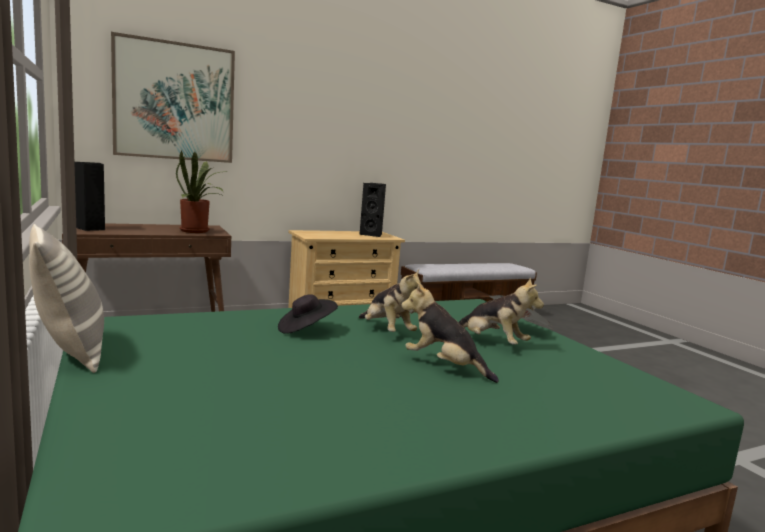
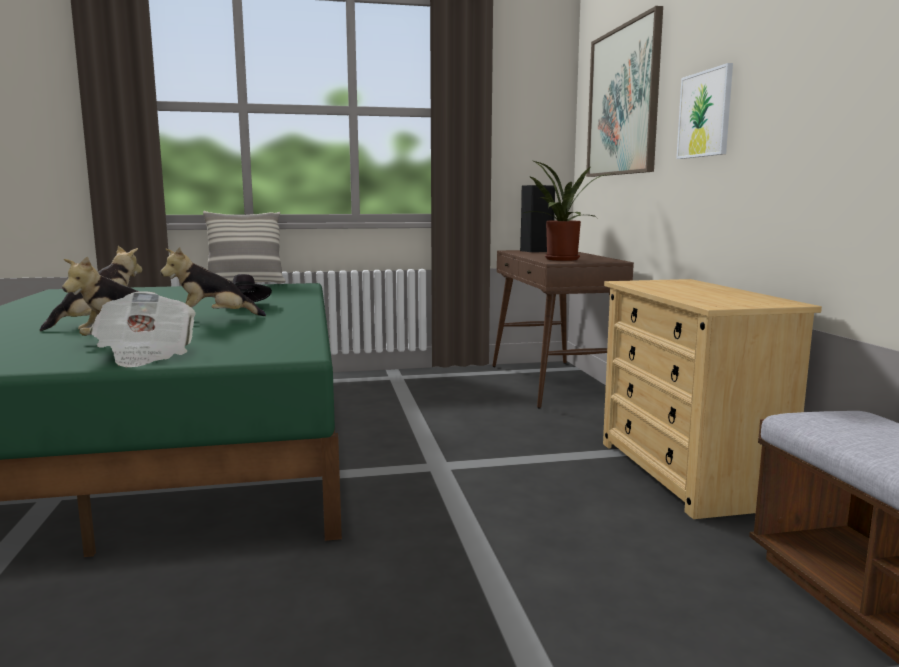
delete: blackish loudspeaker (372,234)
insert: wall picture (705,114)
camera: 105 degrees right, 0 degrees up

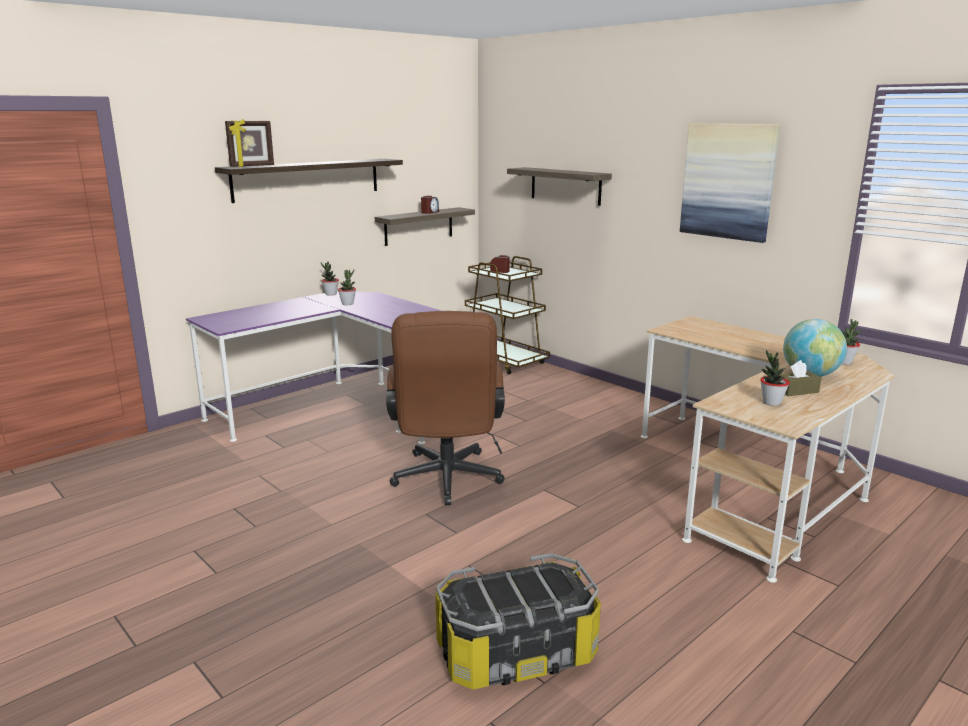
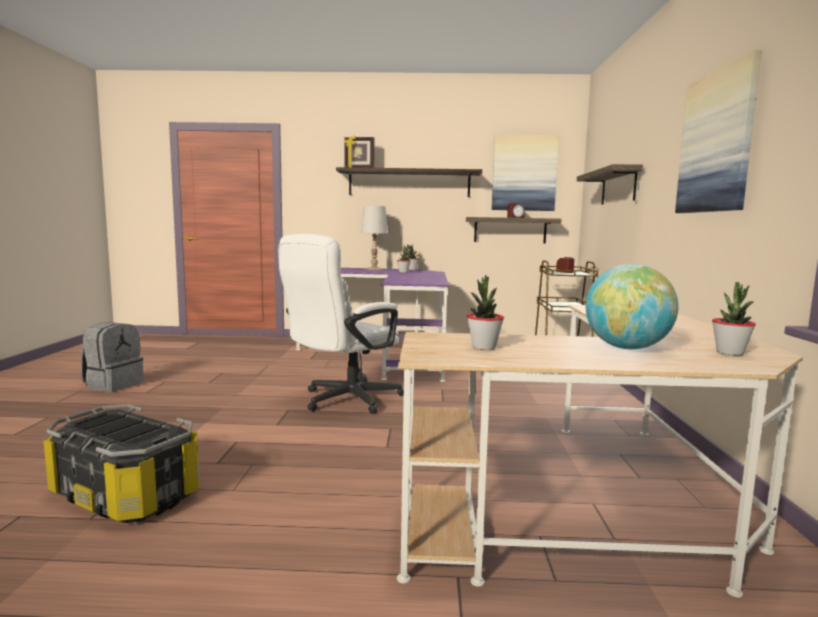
delete: brown tissue holder (797,391)
insert: grey knapsack (113,384); white-coloured tabletop lamp (374,269); wall picture (524,173)
recolor: brown desk chair (446,482) to white-coloured desk chair (343,400)
camera: 45 degrees right, 10 degrees down

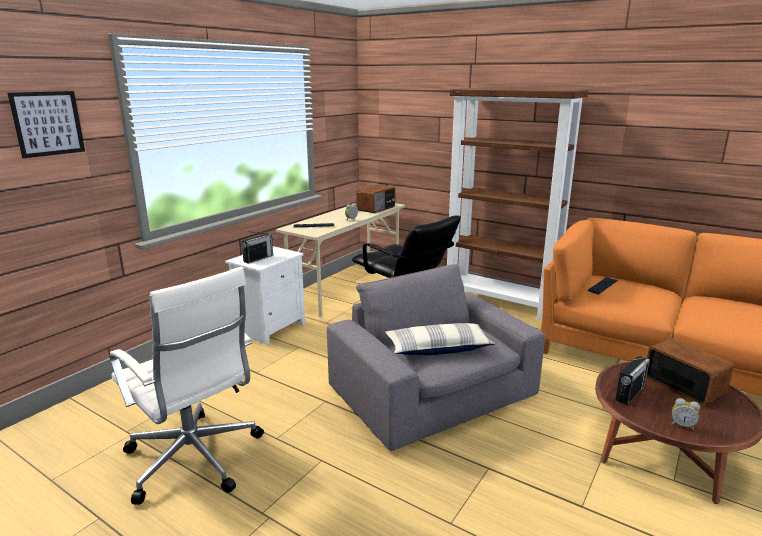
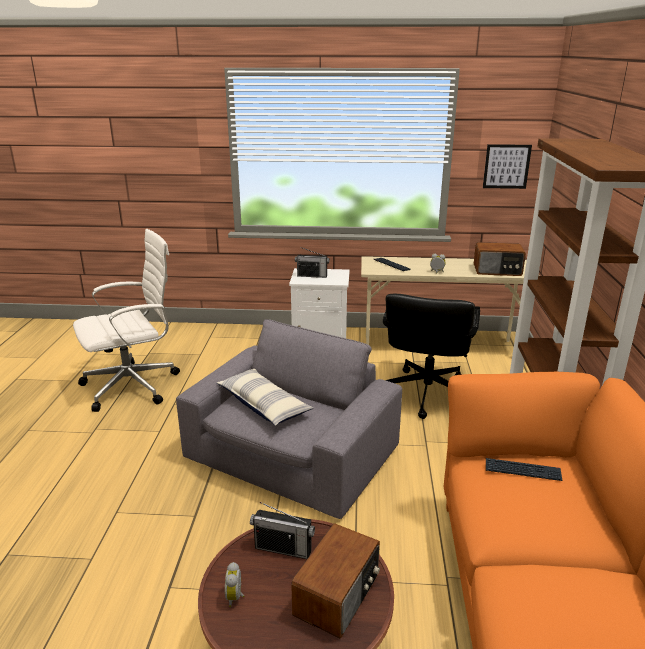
move: wall picture (48,123) to (506,166)
rotate: white-coloured desk chair (195,460) = (134,385) 135 degrees counterclockwise
camera: 60 degrees right, 5 degrees up

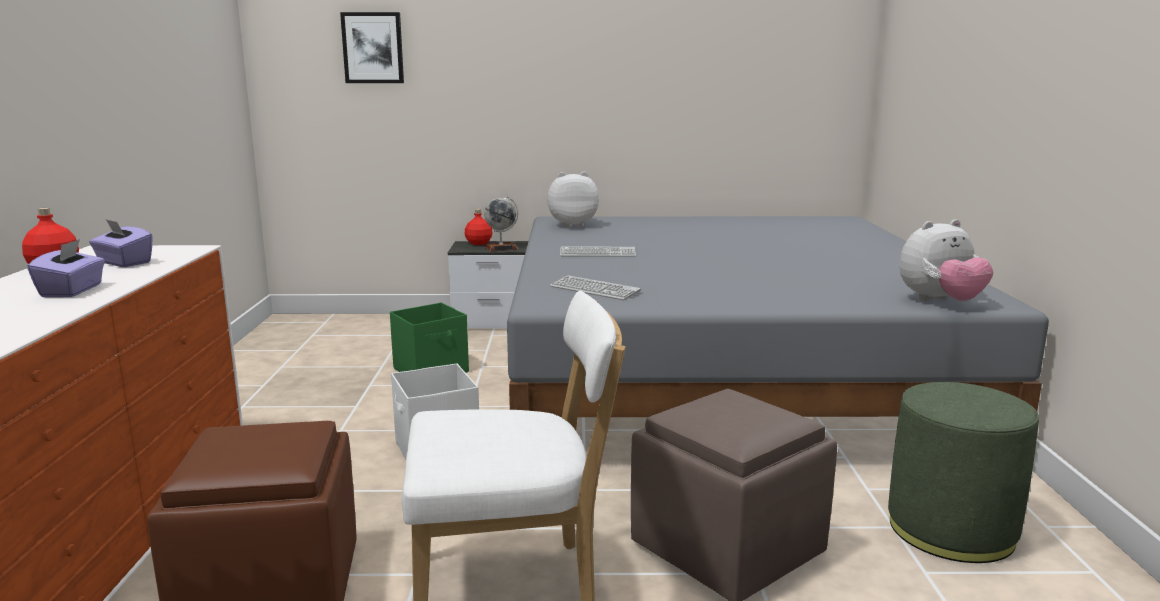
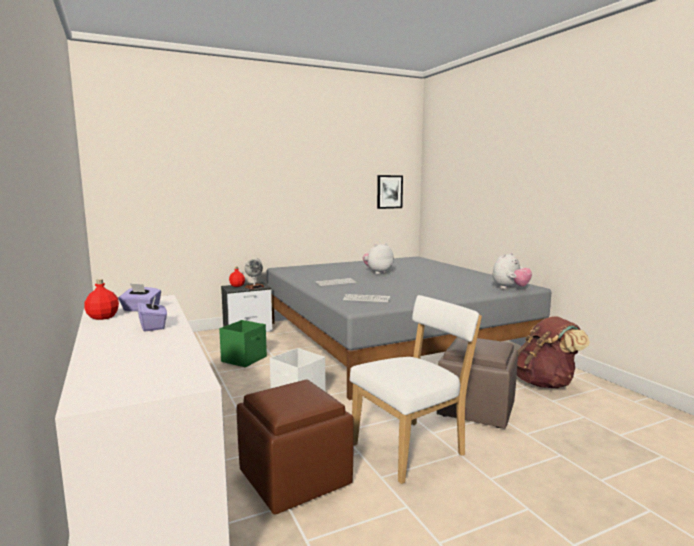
move: cuddly toy (572,225) to (377,272); wall picture (373,48) to (389,191)
replace: green-coloured pouffe (951,529) to brown knapsack (545,383)
camera: 25 degrees left, 5 degrees down

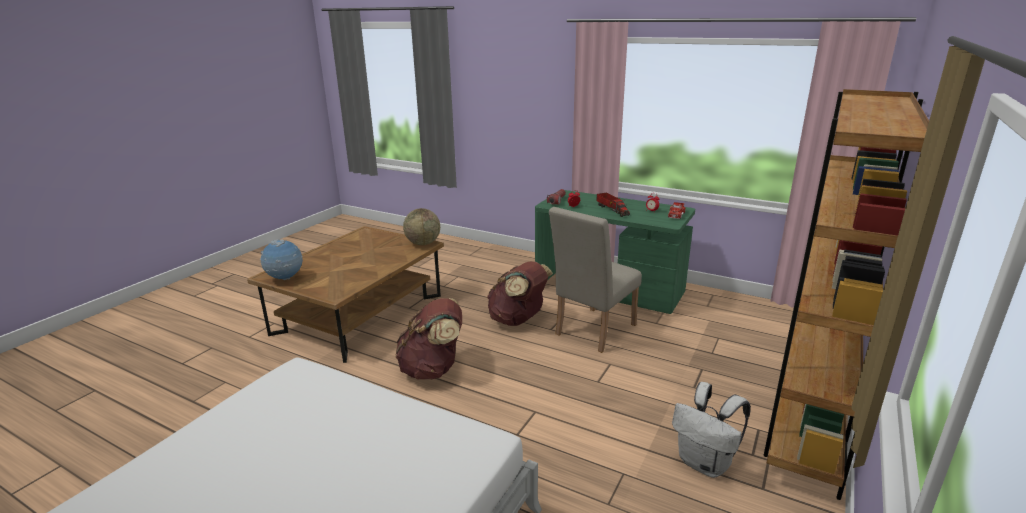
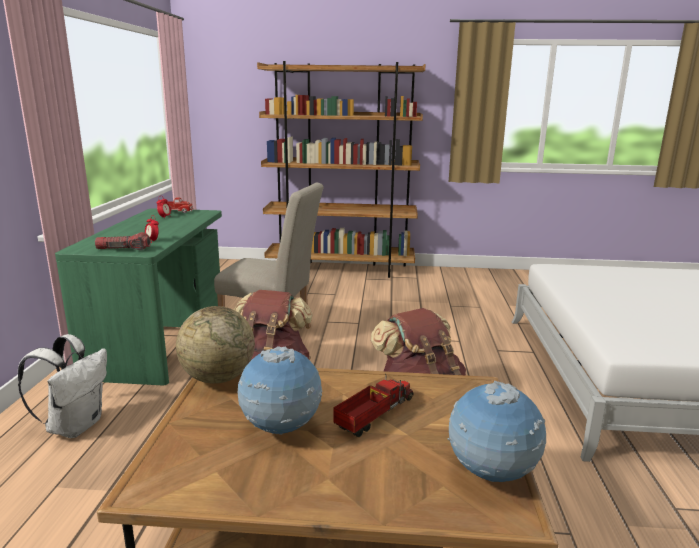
insert: world globe (281,430)
move: white-coloured knapsack (705,463) to (75,425); toy lorry (612,209) to (374,415)
camera: 115 degrees left, 5 degrees down

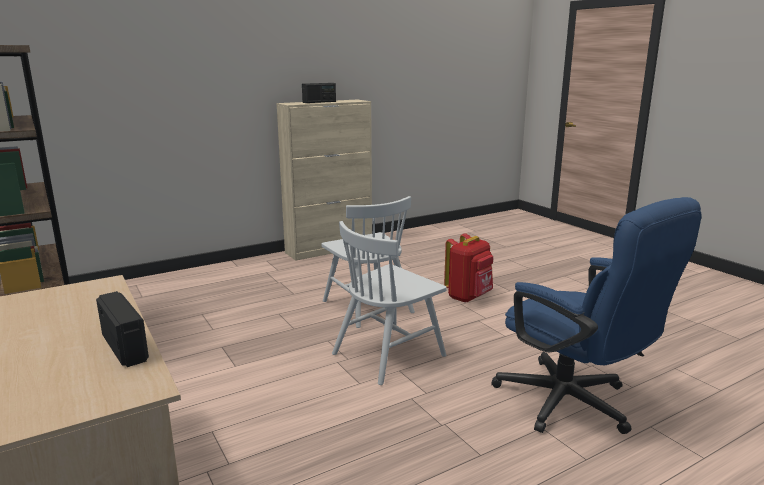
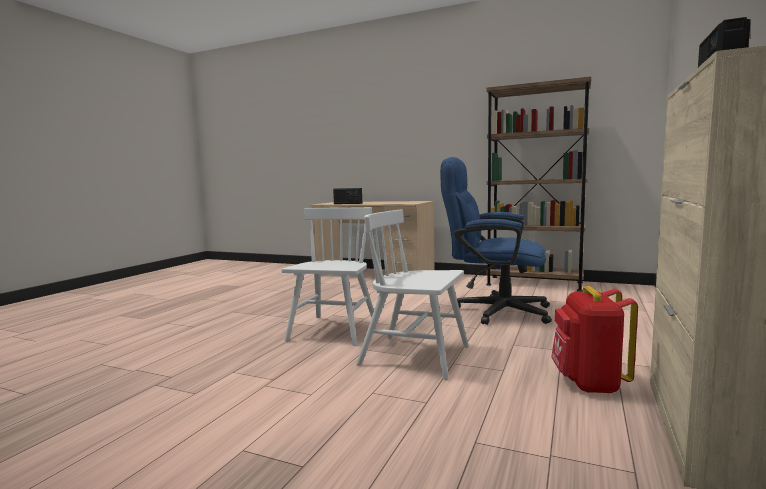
move: bluish desk chair (575,405) to (493,311); red-coloured knapsack (468,297) to (589,384)
camera: 145 degrees right, 10 degrees down

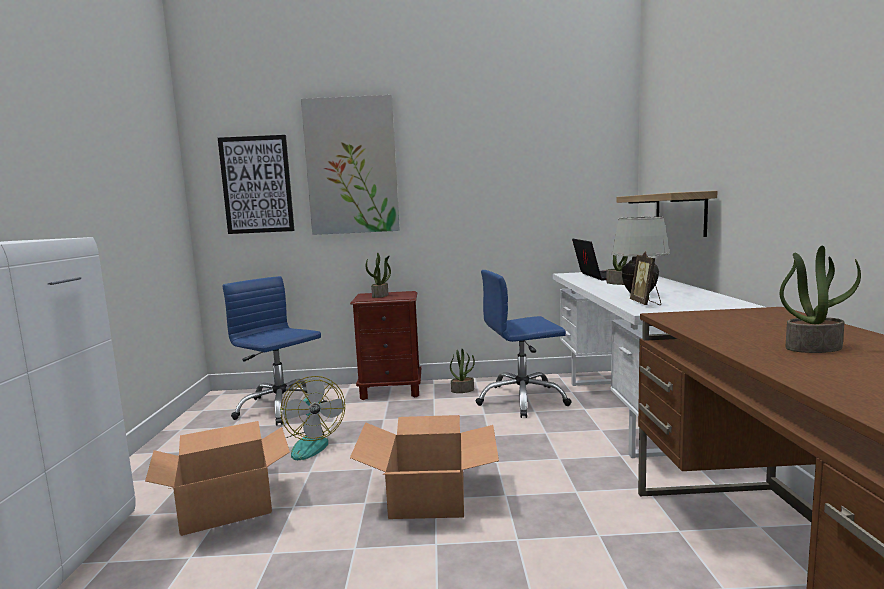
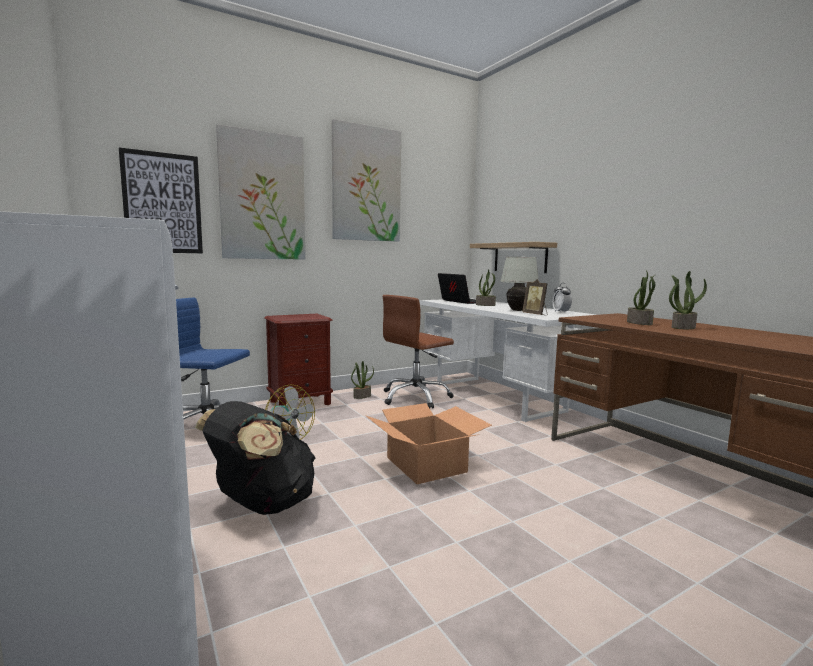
insert: wall picture (366,184); alarm clock (561,312)
move: houseplant (380,295) to (640,323)
replace: cardboard box (226,504) to blackish knapsack (262,505)
recolor: bluish desk chair (522,400) to brown desk chair (415,397)
camera: 30 degrees left, 0 degrees up

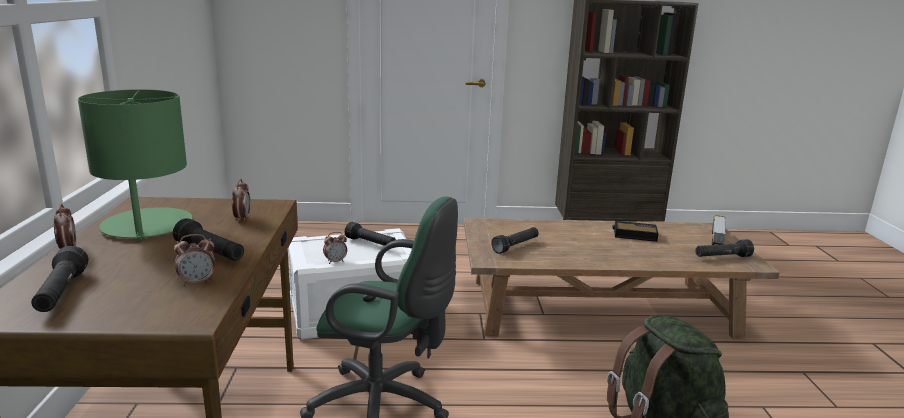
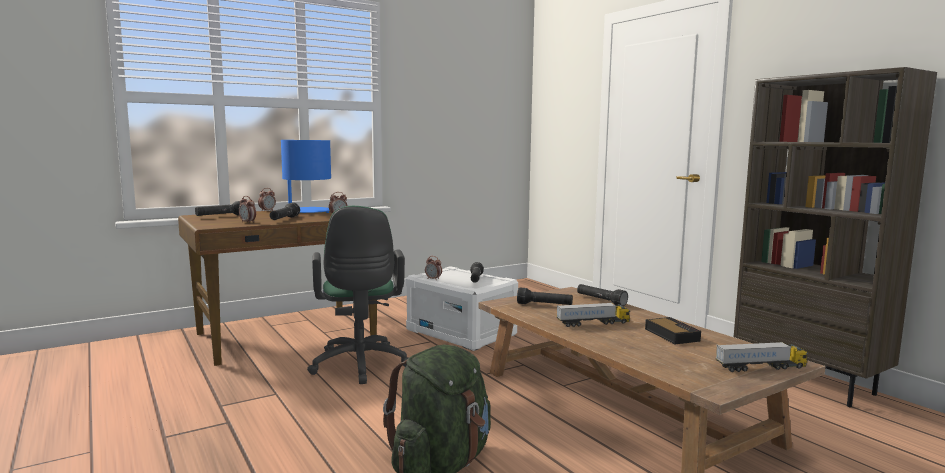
insert: toy lorry (593,323)
move: blackish torch (722,257) to (600,301)
recolor: green-coloured tabletop lamp (147,226) to bluish tabletop lamp (307,211)
camera: 60 degrees right, 10 degrees down

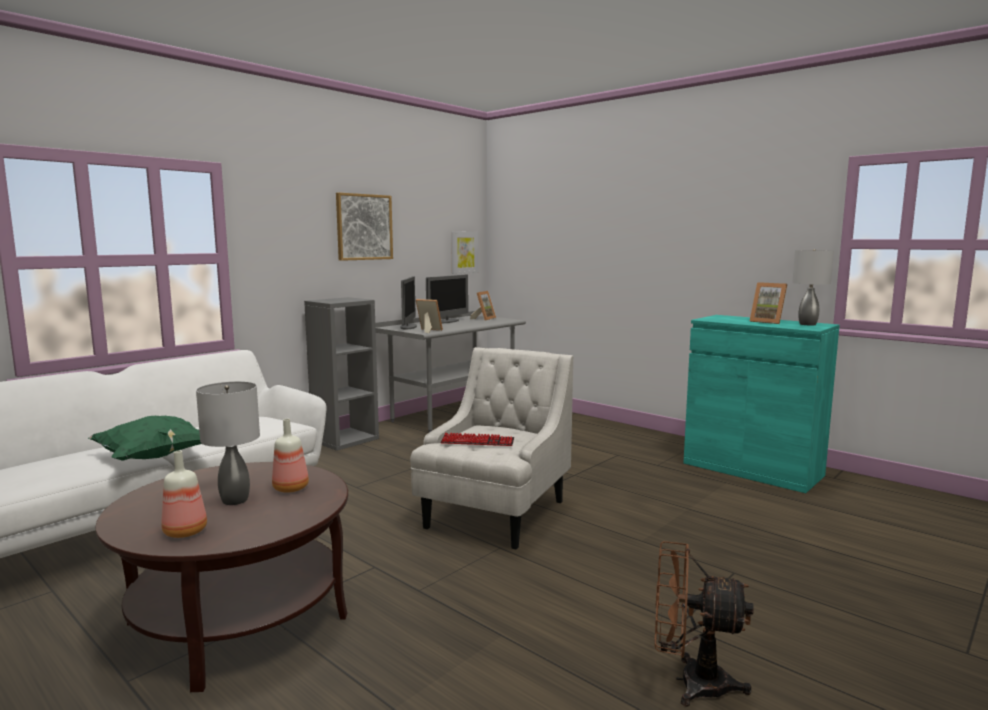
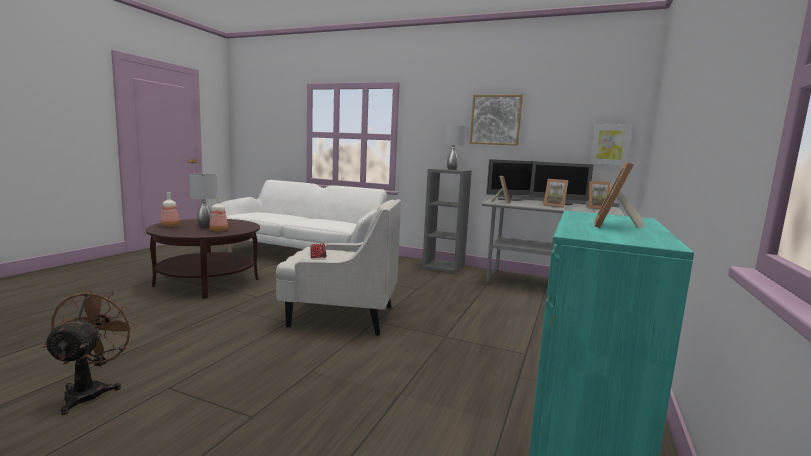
delete: green-coloured throw pillow (154,457)
insert: photo frame (554,206)
move: grey tabletop lamp (807,324) to (452,169)
camera: 70 degrees right, 0 degrees up

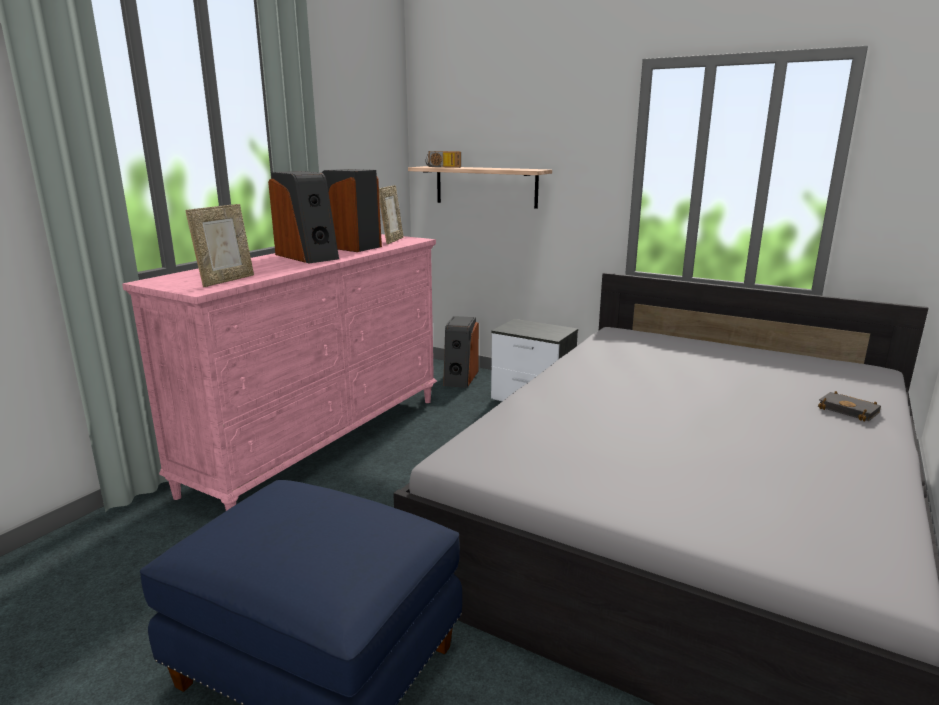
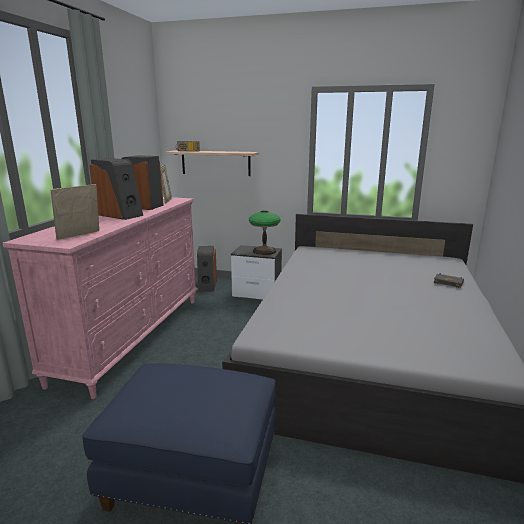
insert: tabletop lamp (264,251)
rotate: photo frame (226,280) = (79,235) 150 degrees counterclockwise
camera: 15 degrees left, 0 degrees up

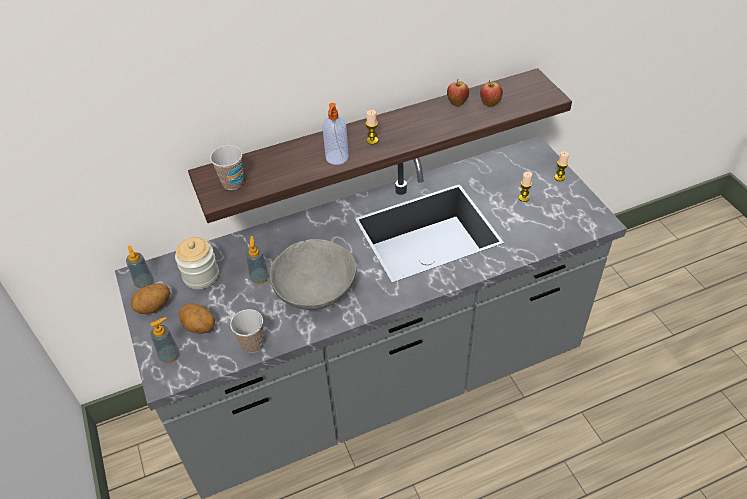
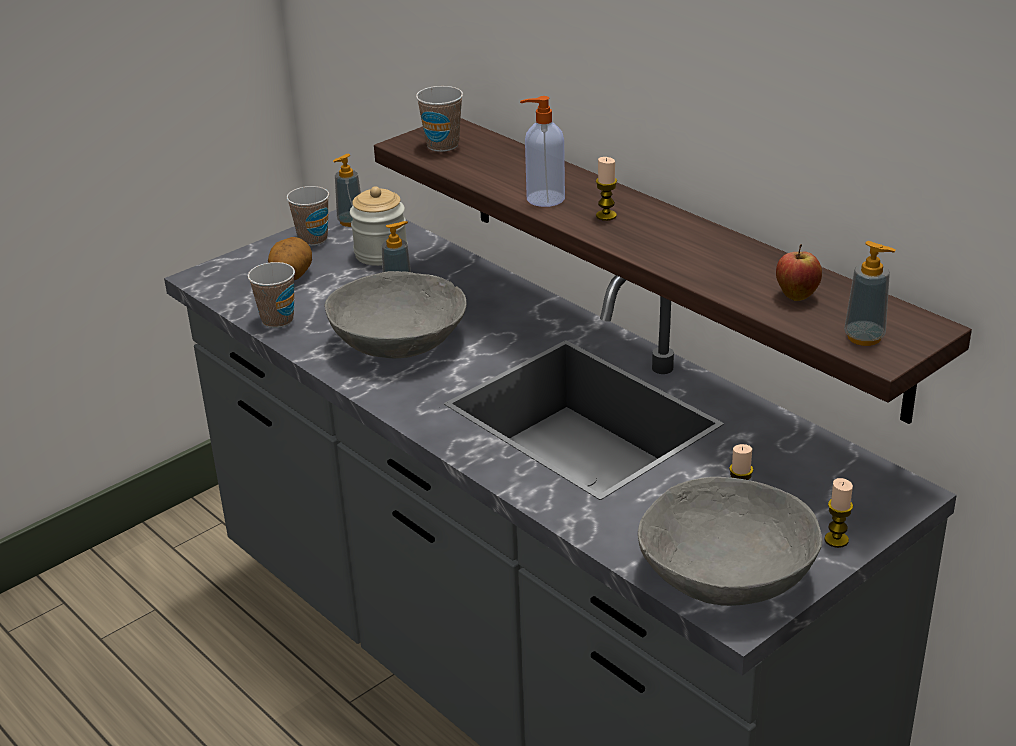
delete: apple fruit (457,103)
insert: grey deep dish (727,573)
move: liquid soap bottle (169,355) to (864,337)
replace: spud (154,307) to cup (313,239)
camera: 70 degrees right, 15 degrees down

